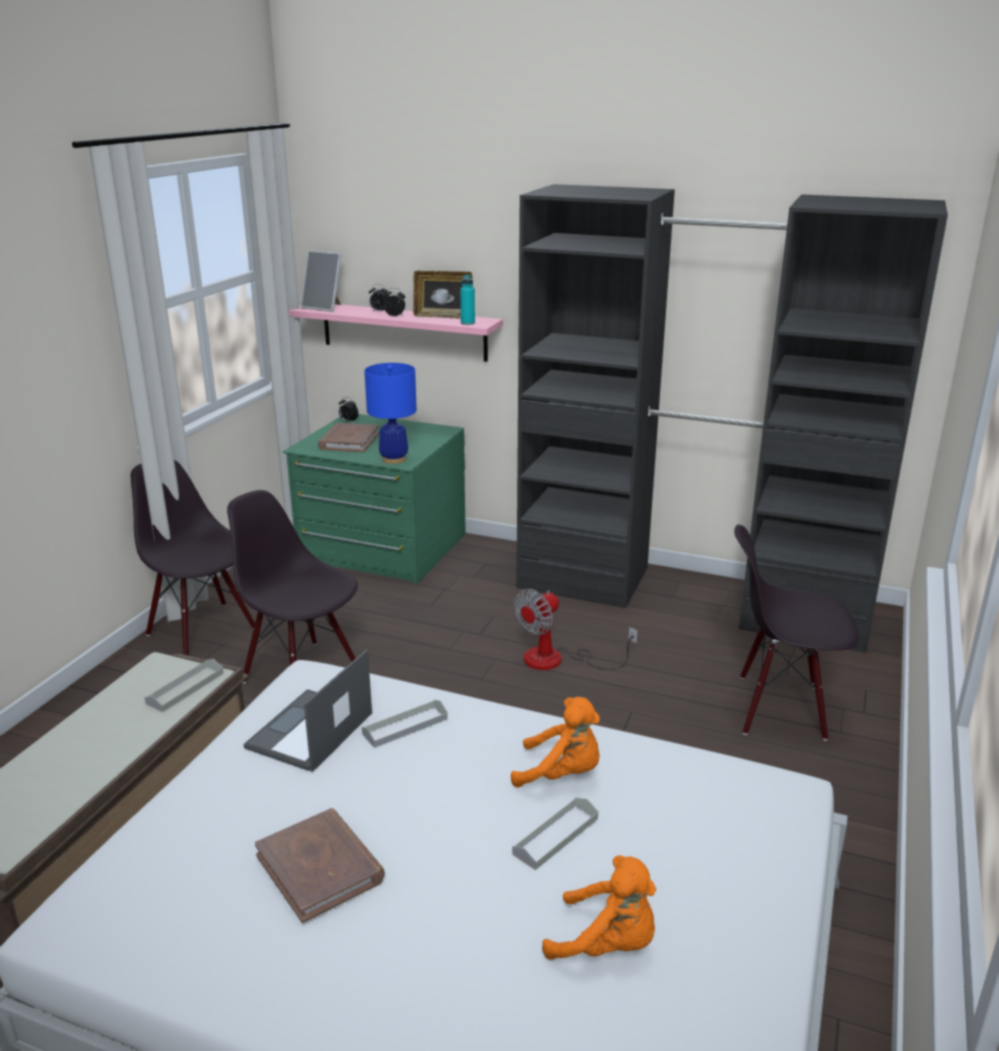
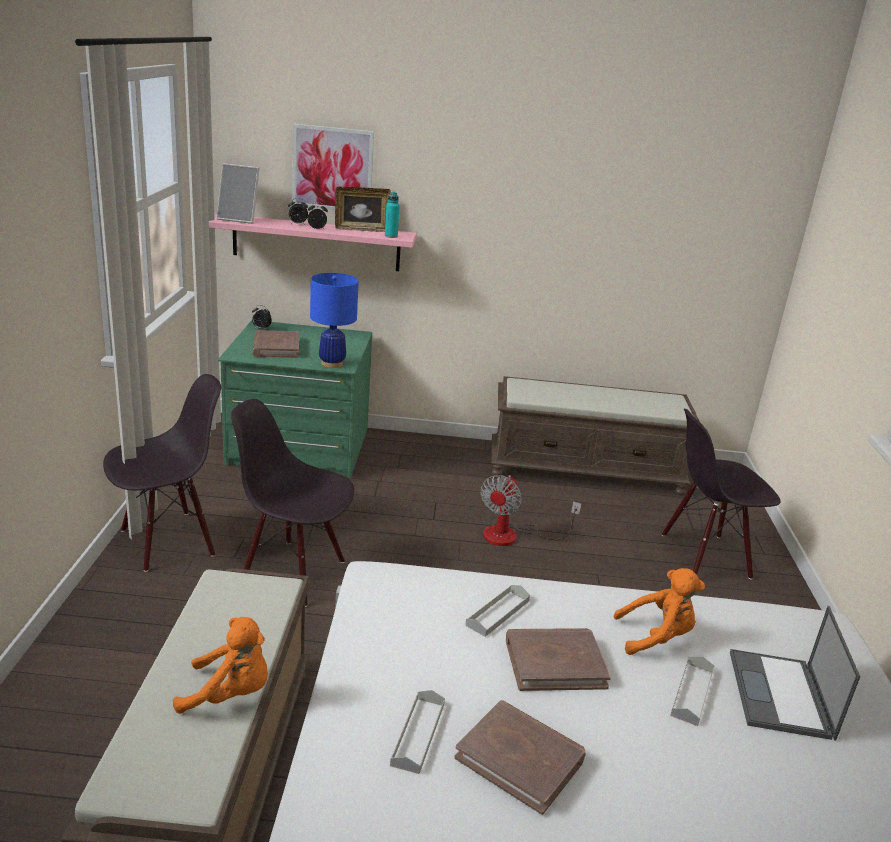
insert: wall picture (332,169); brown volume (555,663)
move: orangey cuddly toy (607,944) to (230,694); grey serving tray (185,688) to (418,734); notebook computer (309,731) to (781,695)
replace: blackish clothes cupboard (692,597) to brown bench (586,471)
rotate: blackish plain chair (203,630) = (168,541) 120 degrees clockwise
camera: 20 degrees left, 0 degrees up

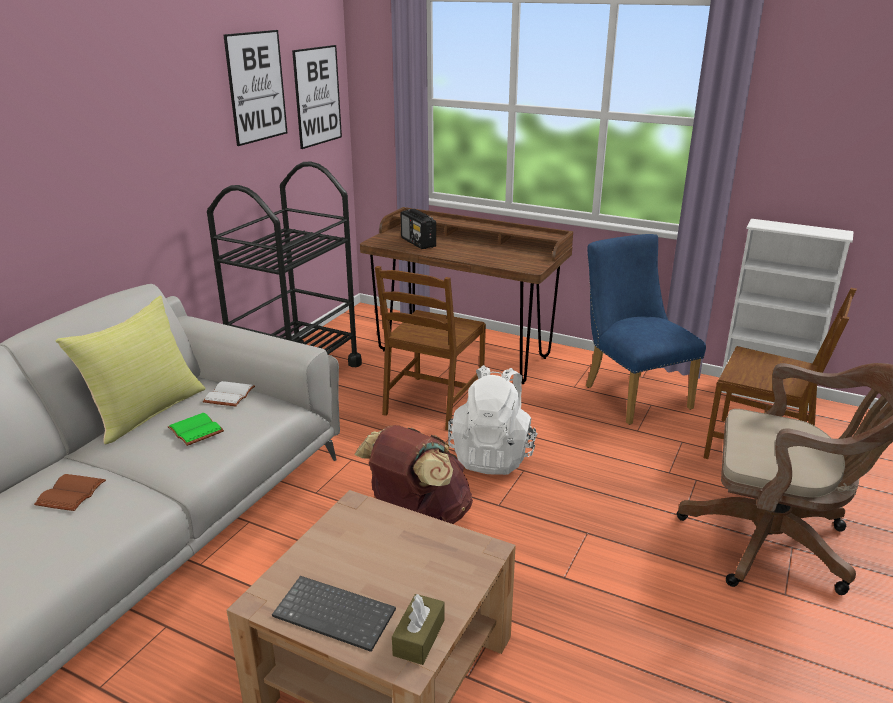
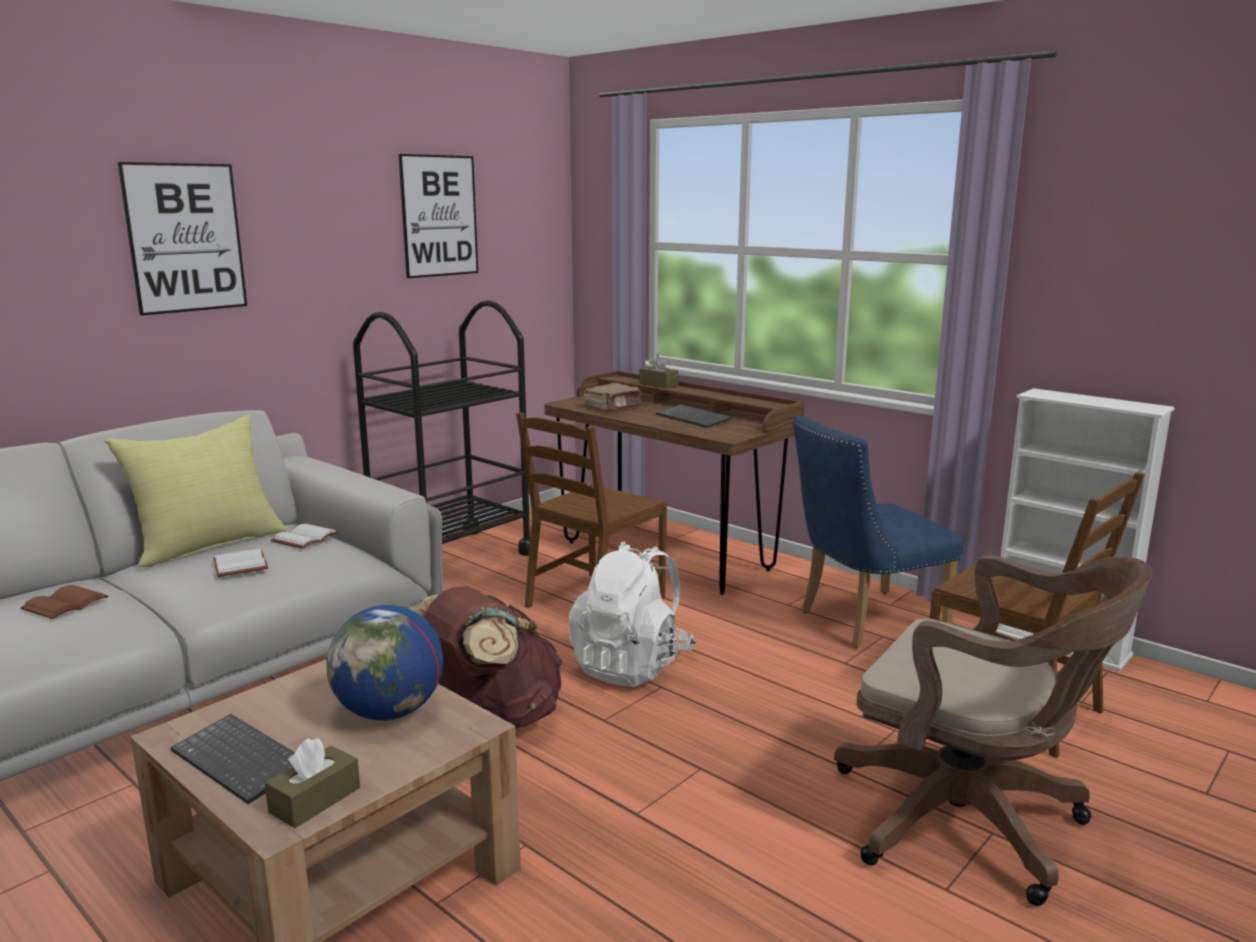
insert: world globe (390,712); brown tissue holder (658,384); keyboard (695,418)
move: wall picture (317,96) to (185,238)
replace: radio receiver (418,243) to brown volume (613,406)
recolor: green-coloured volume (197,430) to white-coloured volume (242,565)
rotate: bluish plain chair (631,394) = (862,621) 105 degrees counterclockwise
camera: 15 degrees right, 10 degrees down

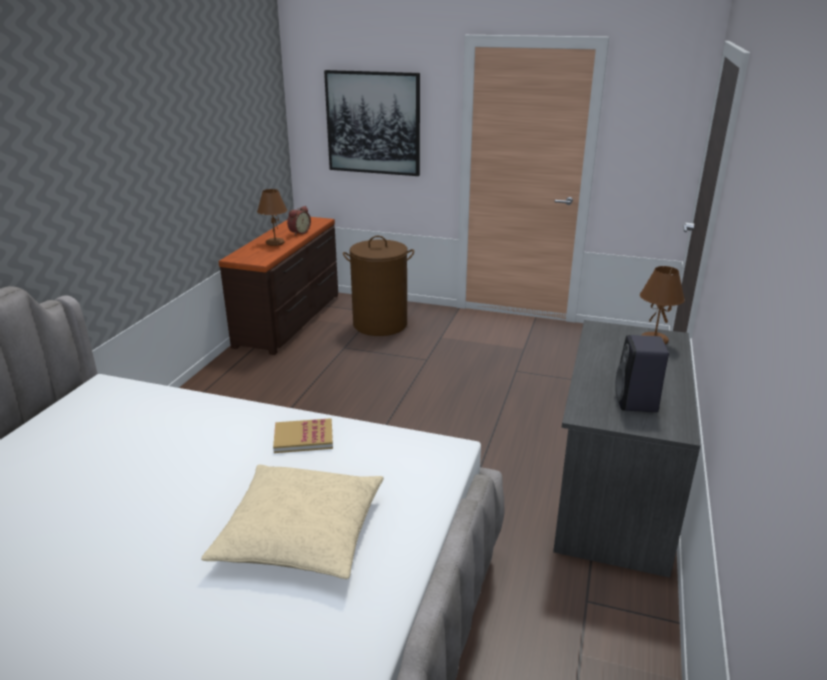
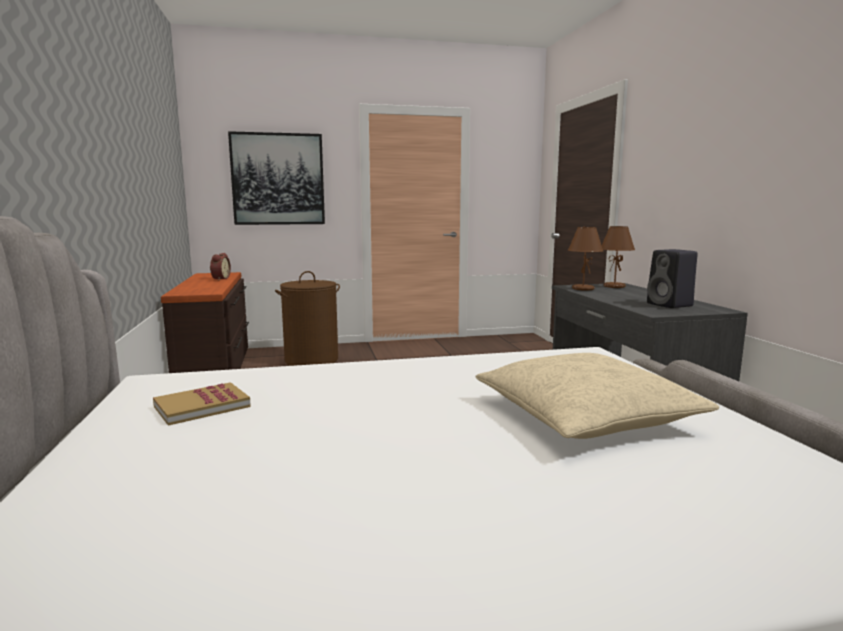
move: volume (303,438) to (202,406); brown tabletop lamp (275,243) to (582,289)
camera: 30 degrees left, 15 degrees down

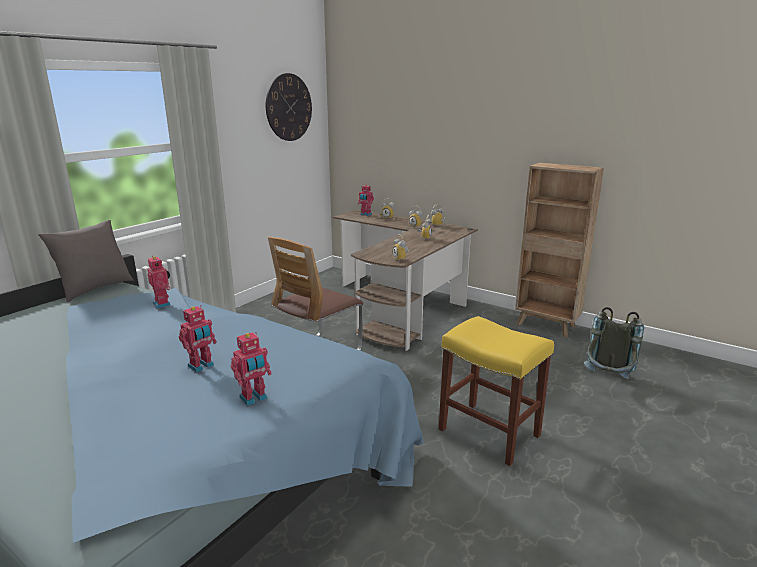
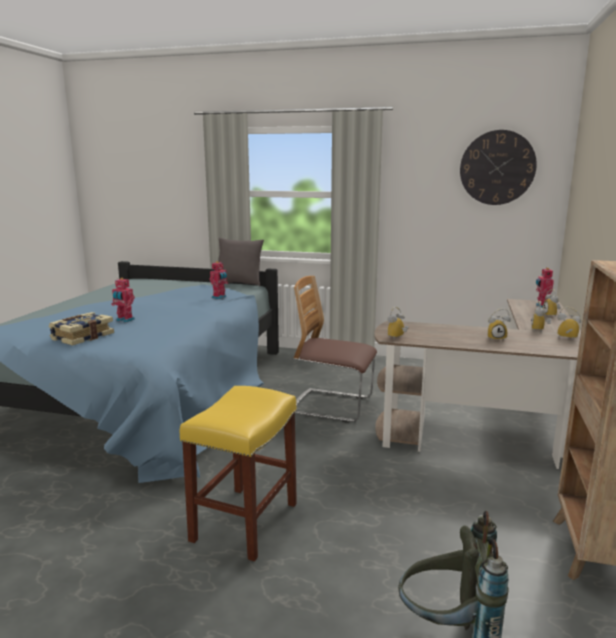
replace: model robot (254,398) to volume (82,337)
camera: 70 degrees right, 5 degrees down

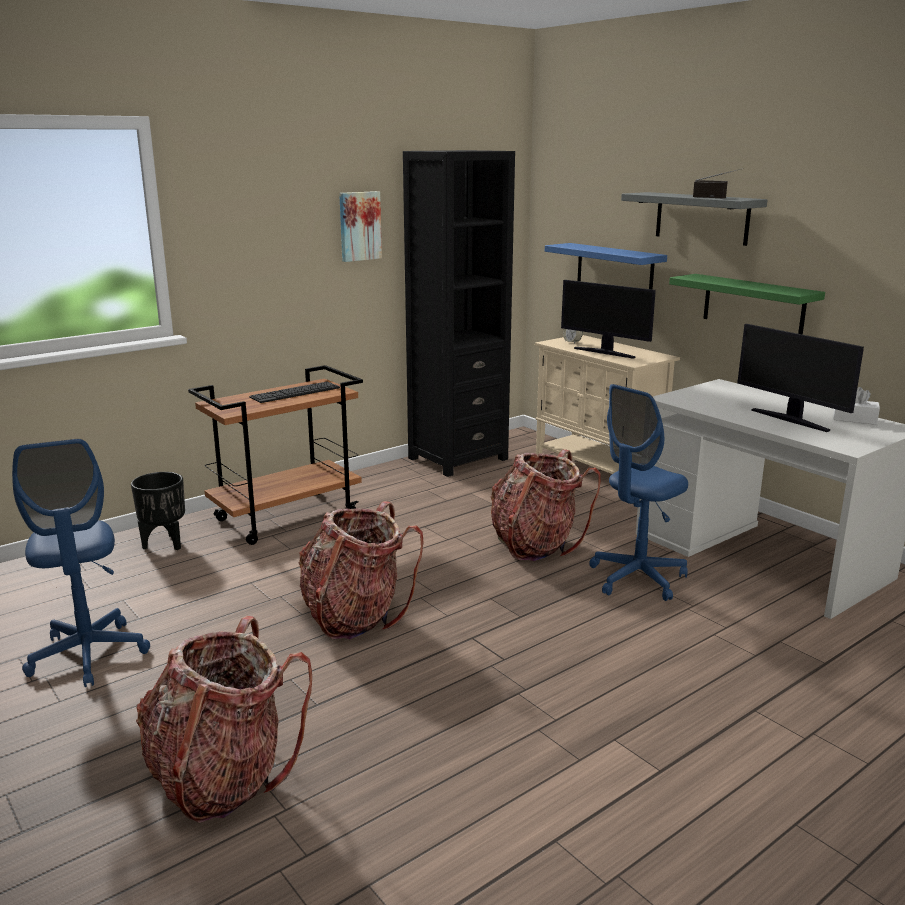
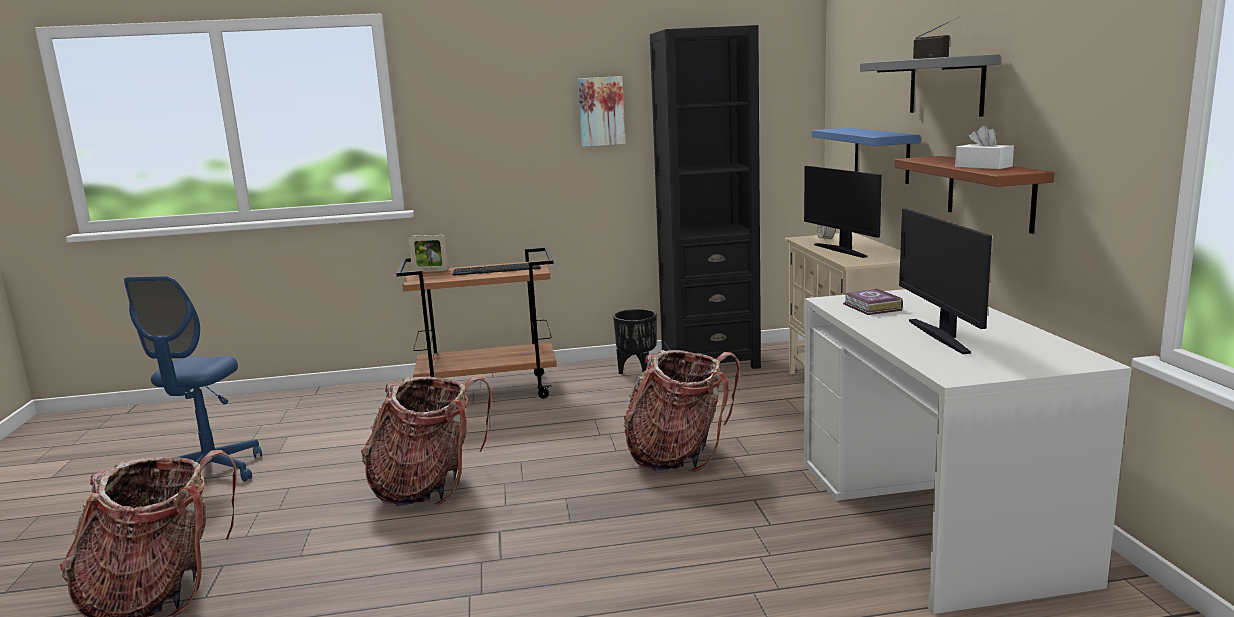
delete: bluish desk chair (637,578)
insert: photo frame (430,271); volume (872,307)
move: blackish flower pot (165,544) to (638,372); white-coloured tissue holder (854,419) to (983,167)
recolor: green-coloured shelf (753,304) to brown shelf (990,192)
camera: 30 degrees right, 5 degrees down

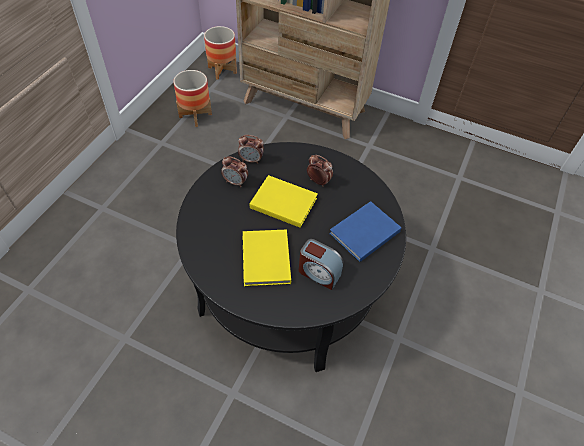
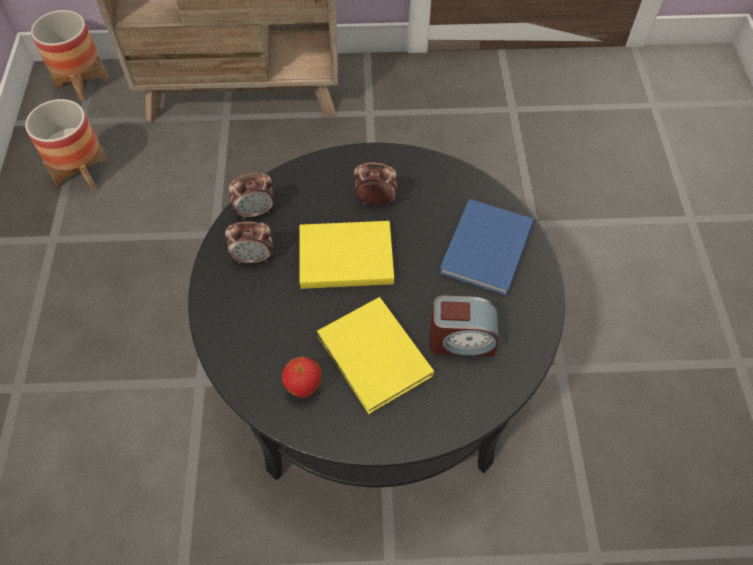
insert: apple fruit (304,388)
camera: 25 degrees left, 5 degrees up

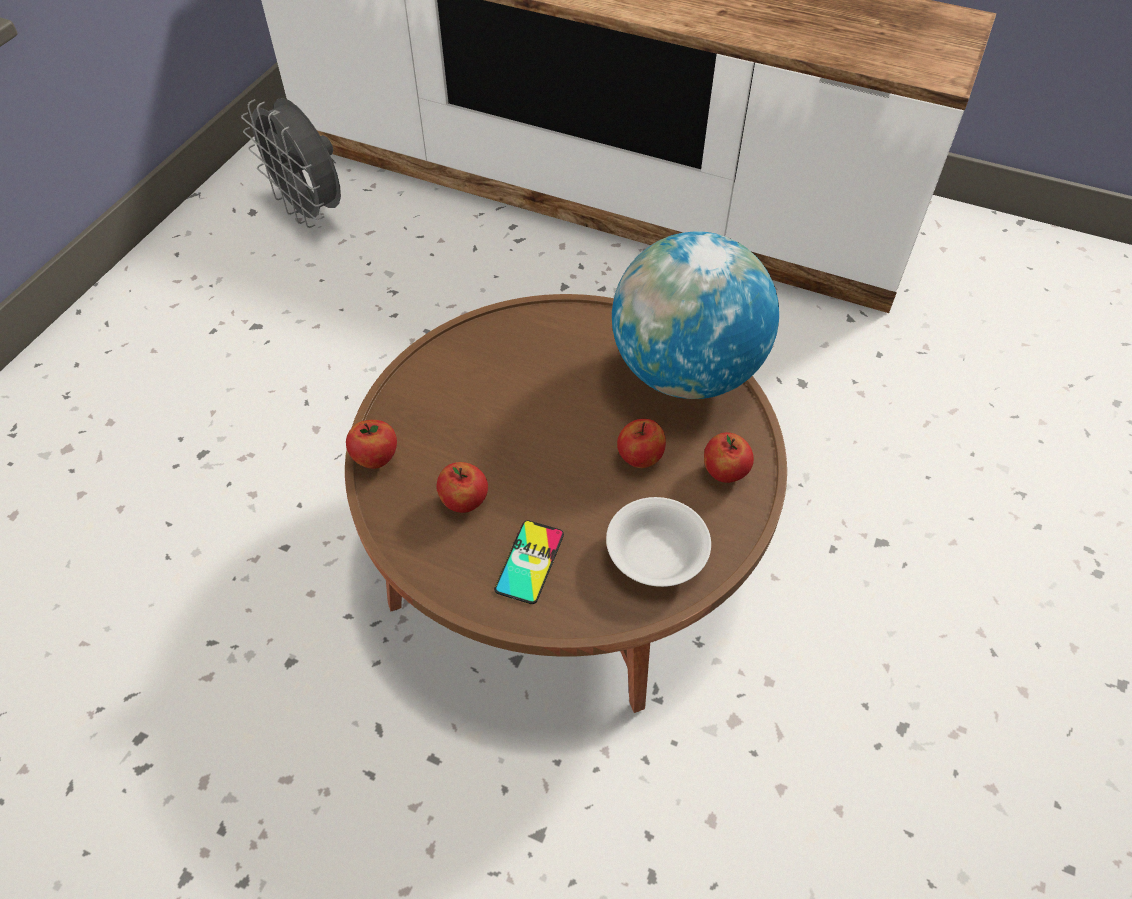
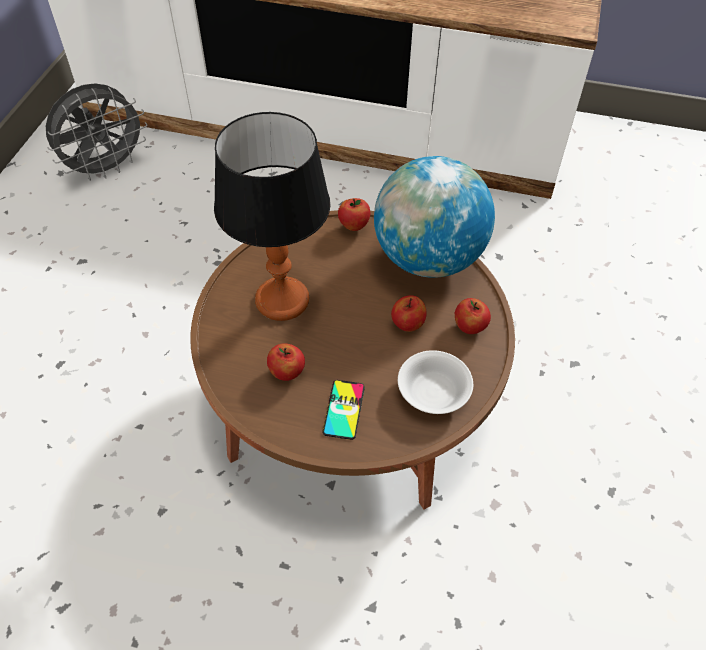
insert: tabletop lamp (283,300)
move: apple fruit (375,458) to (353,225)
rotate: grey fan (310,212) = (107,168) 75 degrees counterclockwise
camera: 10 degrees left, 0 degrees up

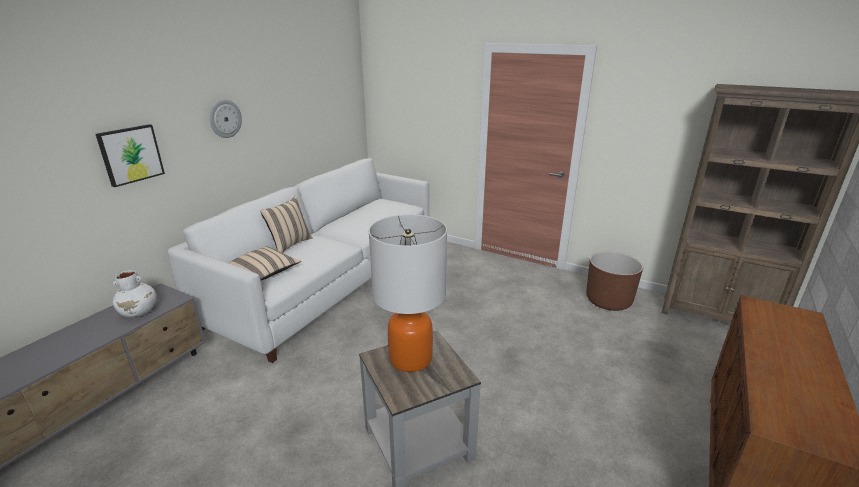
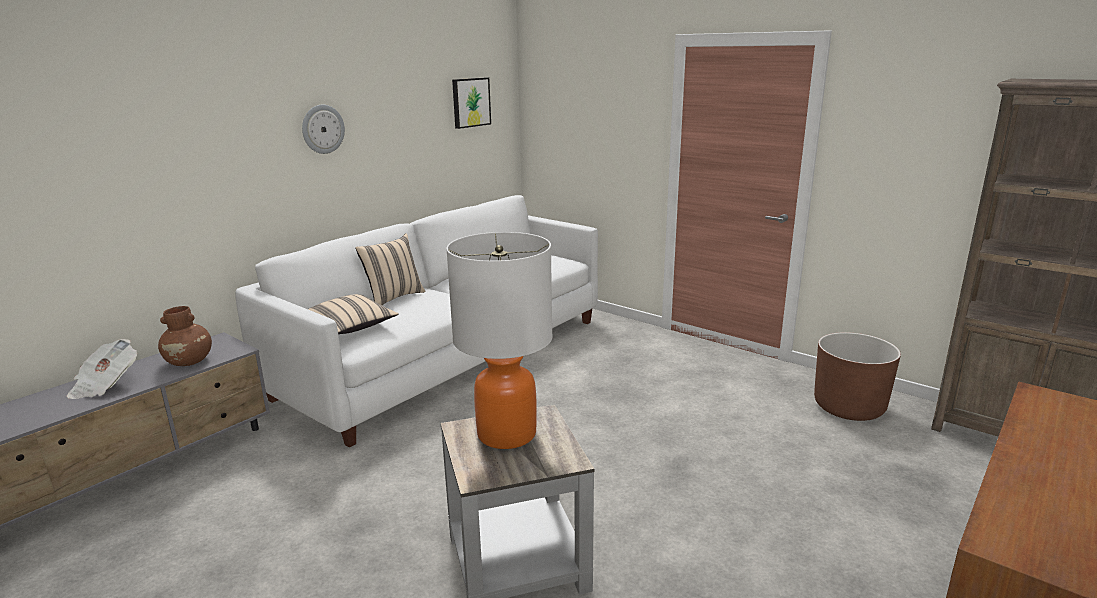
insert: printed paper (105,385)
move: wall picture (130,154) to (470,102)
recolor: white-coloured flower vase (139,312) to brown flower vase (189,362)
camera: 10 degrees right, 5 degrees down

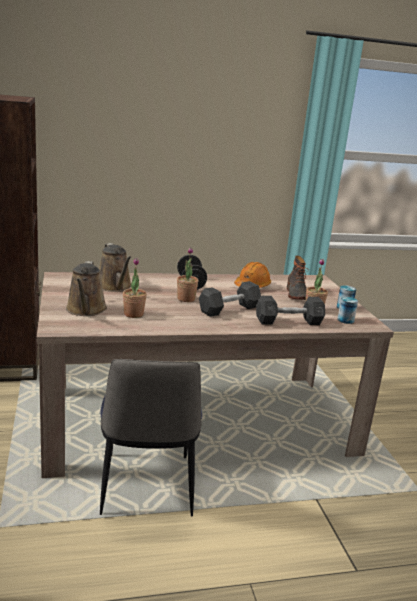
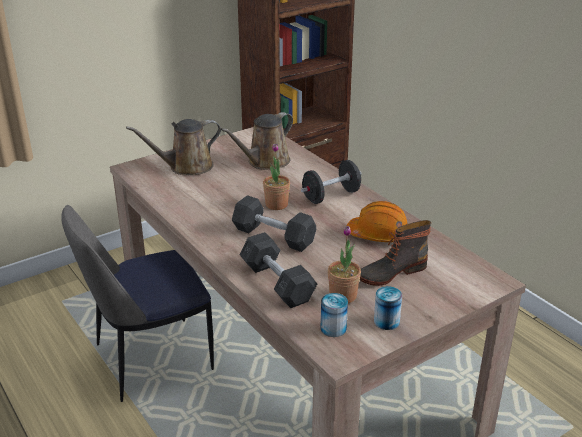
delete: houseplant (133,314)
camera: 70 degrees right, 10 degrees up

